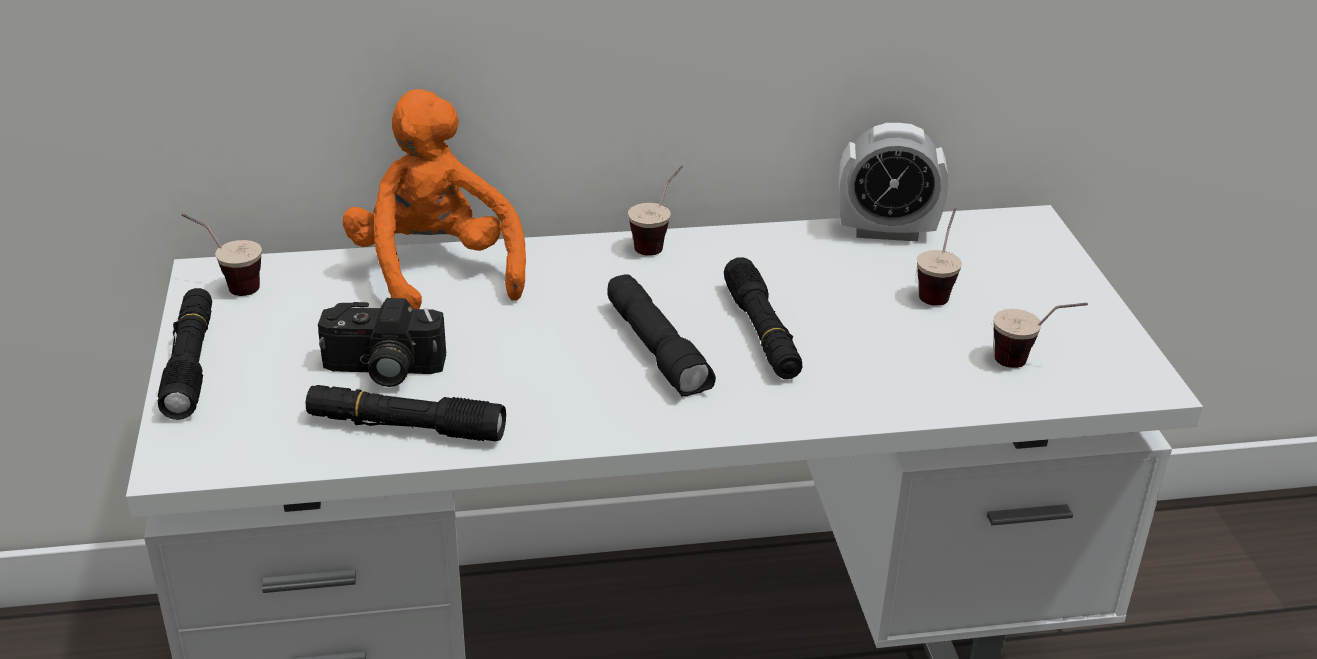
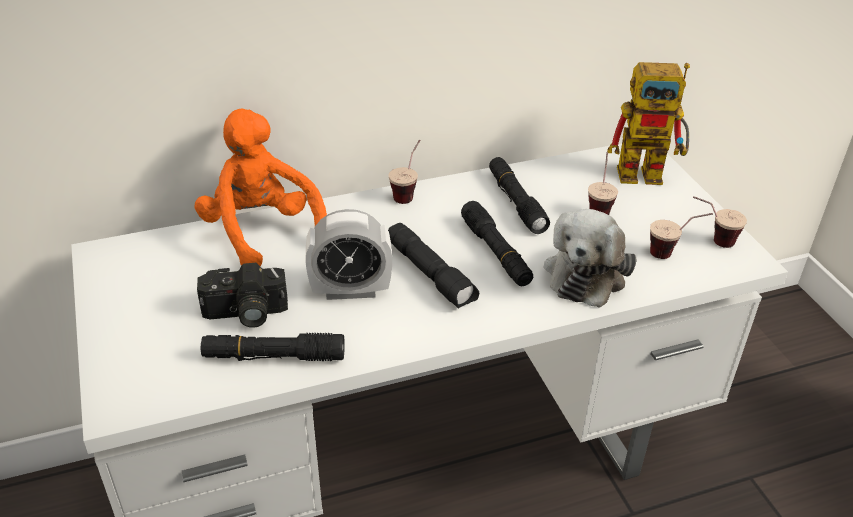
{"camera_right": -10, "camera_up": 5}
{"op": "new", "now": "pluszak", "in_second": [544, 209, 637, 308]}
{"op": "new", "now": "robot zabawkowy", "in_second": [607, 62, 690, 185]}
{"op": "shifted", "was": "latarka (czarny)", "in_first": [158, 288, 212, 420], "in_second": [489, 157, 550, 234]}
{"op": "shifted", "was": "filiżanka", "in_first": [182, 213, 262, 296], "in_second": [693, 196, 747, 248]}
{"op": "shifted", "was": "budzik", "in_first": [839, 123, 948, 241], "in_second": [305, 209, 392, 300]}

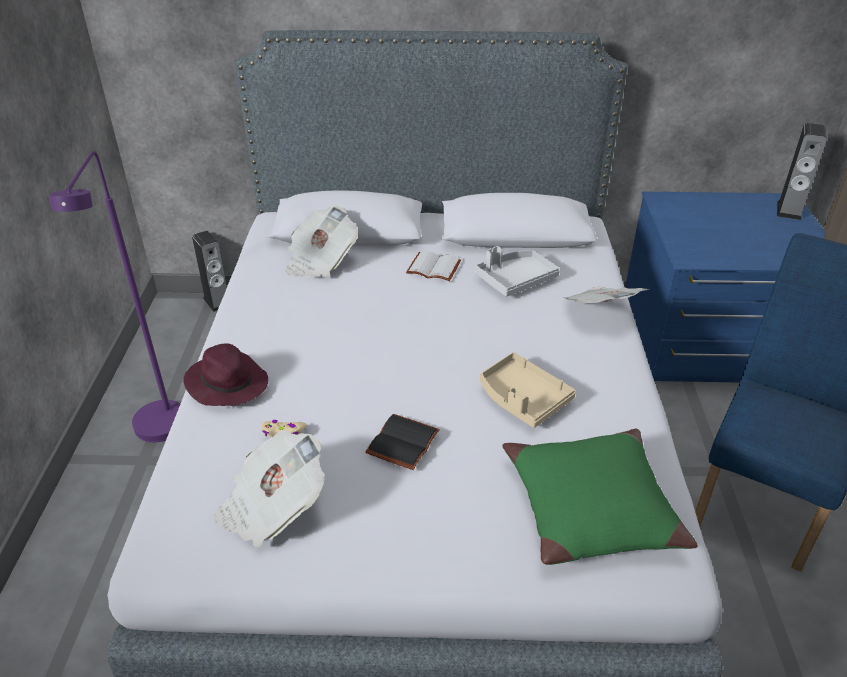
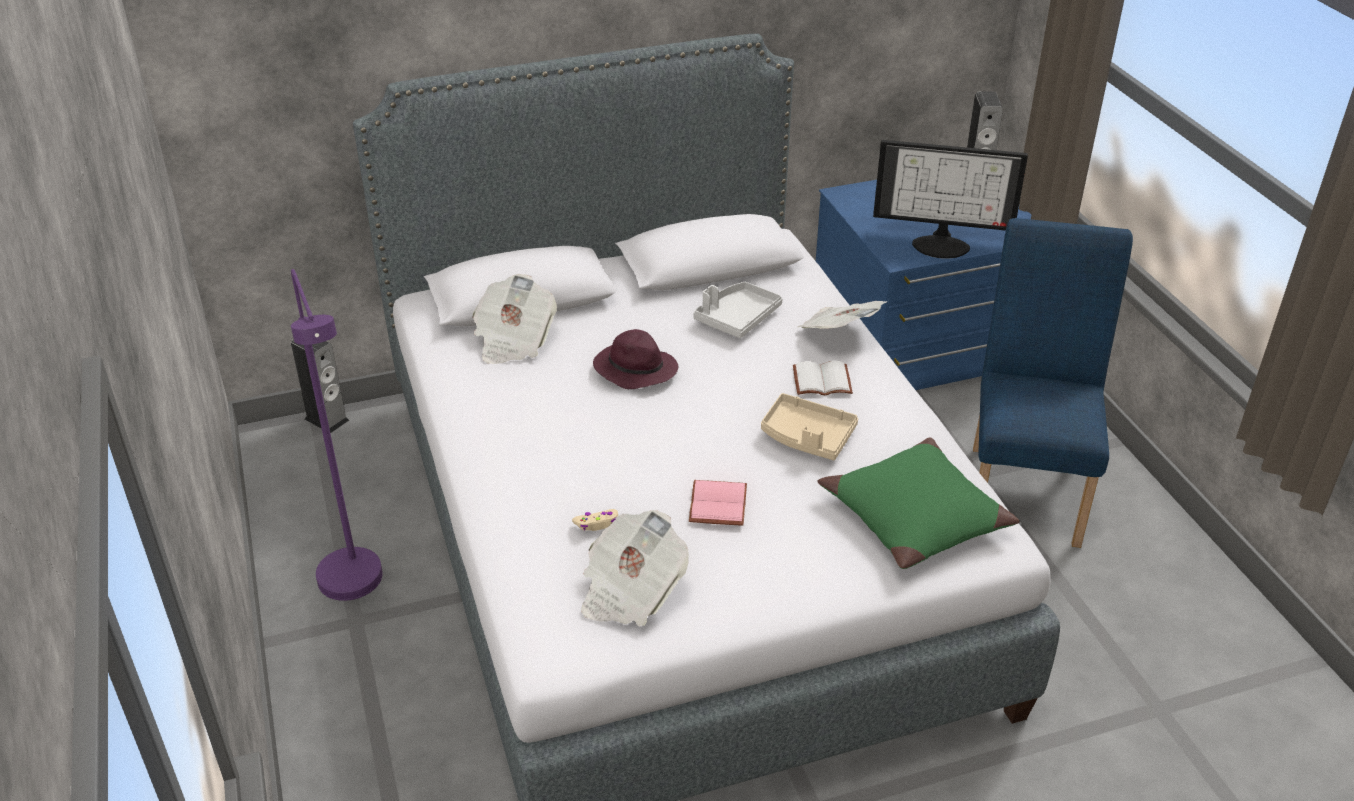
{"camera_right": -20, "camera_up": 0}
{"op": "new", "now": "monitor", "in_second": [873, 140, 1028, 259]}
{"op": "shifted", "was": "kapelusz (fioletowy)", "in_first": [183, 344, 268, 406], "in_second": [593, 329, 678, 389]}
{"op": "shifted", "was": "książka (biały)", "in_first": [406, 251, 461, 281], "in_second": [793, 361, 853, 395]}
{"op": "repainted", "was": "książka (czarny)", "now": "książka (różowy)", "in_first": [365, 414, 440, 470], "in_second": [689, 480, 747, 526]}

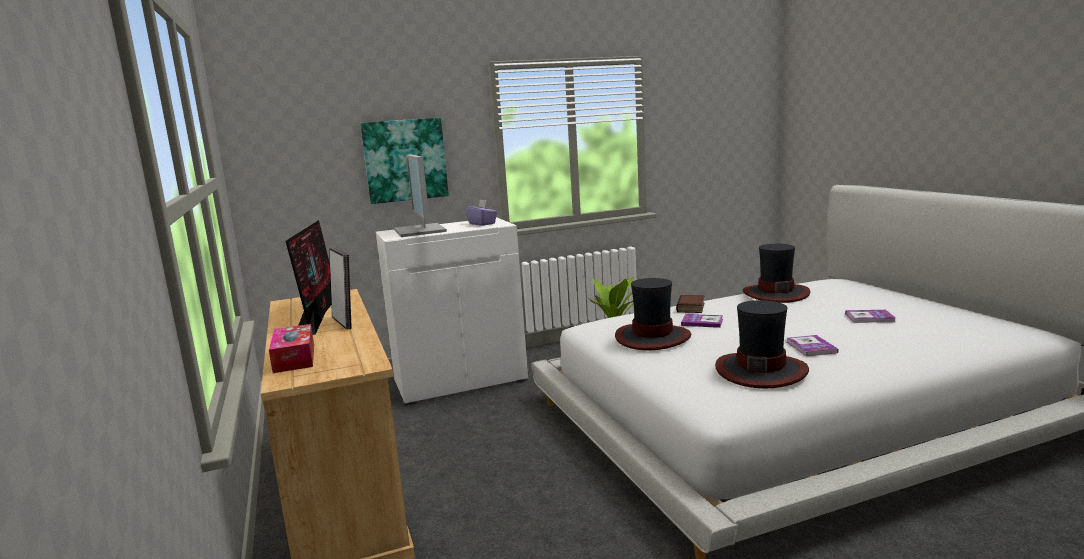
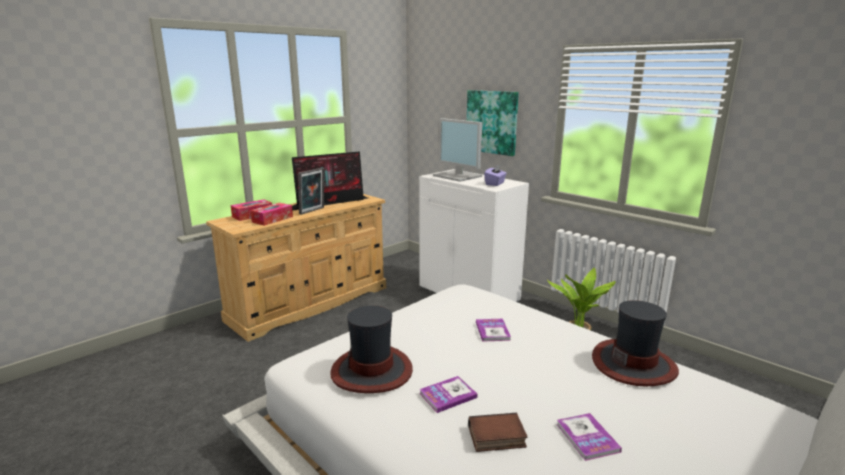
{"camera_right": 65, "camera_up": 5}
{"op": "gone", "was": "kapelusz", "in_first": [615, 278, 691, 350]}
{"op": "new", "now": "pudełko chusteczek", "in_second": [250, 203, 293, 226]}
{"op": "shifted", "was": "książka", "in_first": [676, 295, 704, 313], "in_second": [468, 413, 528, 452]}
{"op": "rotated", "was": "monitor", "in_first": [394, 155, 447, 237], "in_second": [433, 118, 482, 182], "clockwise": -90}

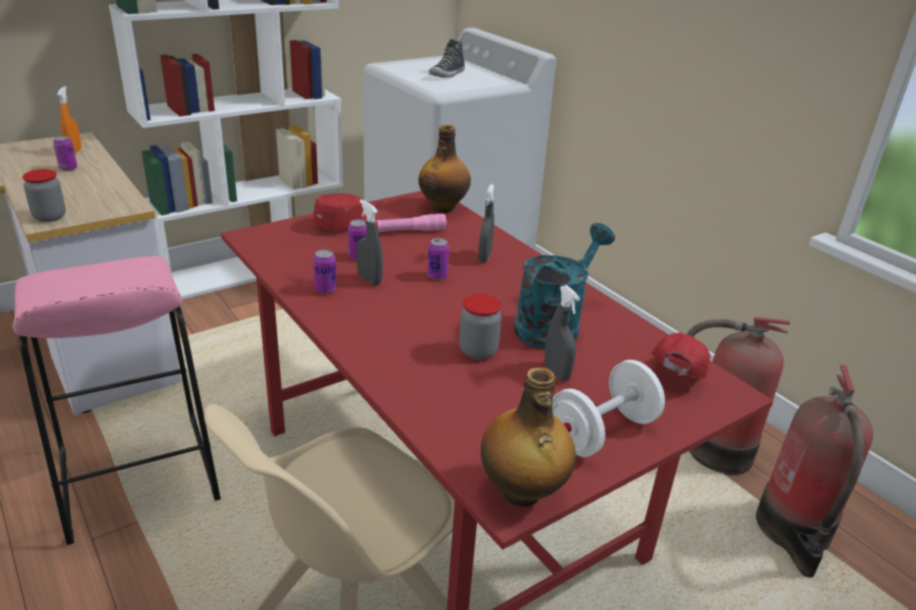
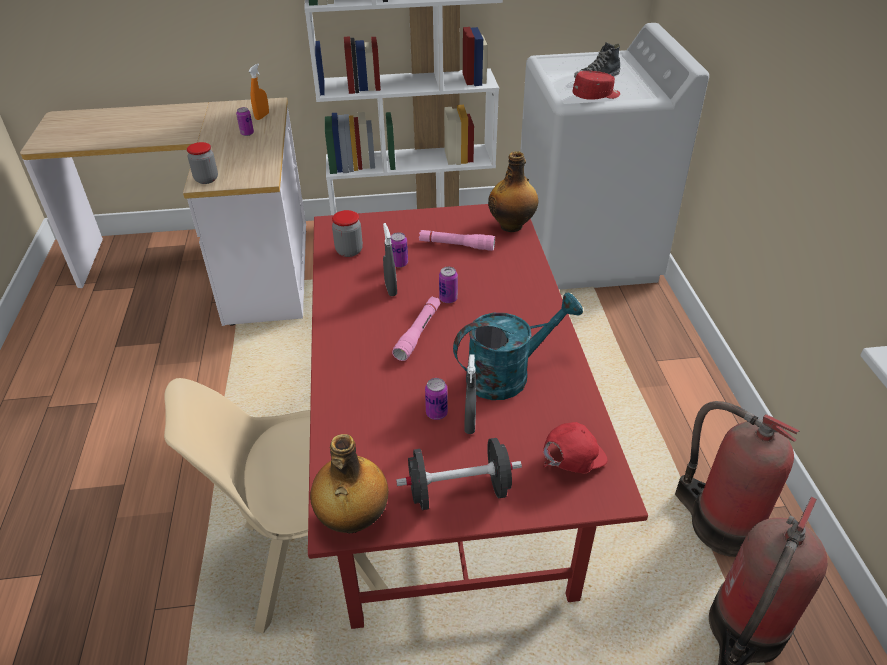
{"camera_right": 30, "camera_up": 10}
{"op": "gone", "was": "stołek (różowy)", "in_first": [13, 256, 221, 545]}
{"op": "gone", "was": "spryskiwacz (szary)", "in_first": [478, 184, 494, 263]}
{"op": "new", "now": "latarka (różowy)", "in_second": [392, 296, 440, 361]}
{"op": "shifted", "was": "czapka z daszkiem (czerwony)", "in_first": [313, 193, 367, 229], "in_second": [572, 71, 620, 100]}
{"op": "shifted", "was": "puszka", "in_first": [313, 249, 337, 294], "in_second": [425, 378, 448, 420]}
{"op": "shifted", "was": "słoik", "in_first": [459, 294, 502, 360], "in_second": [332, 210, 363, 257]}
{"op": "repainted", "was": "hantel (biały)", "now": "hantel (czarny)", "in_first": [552, 360, 665, 457], "in_second": [396, 438, 522, 510]}

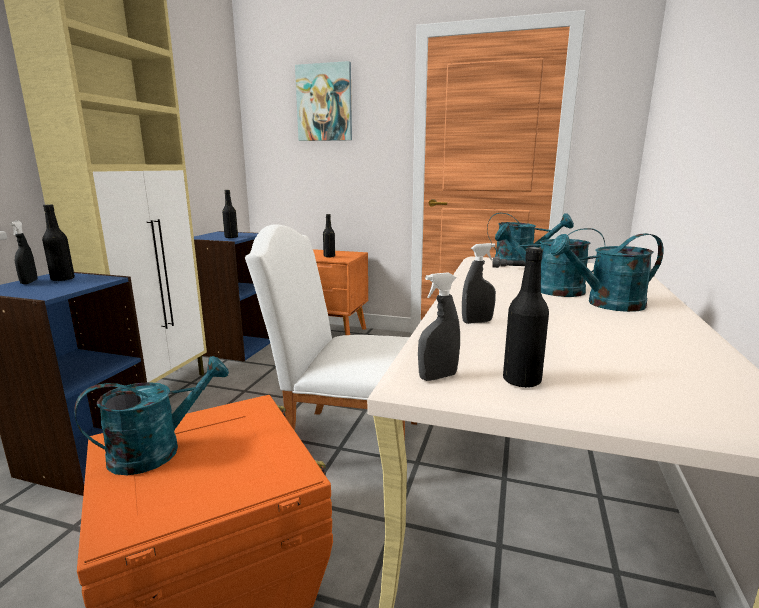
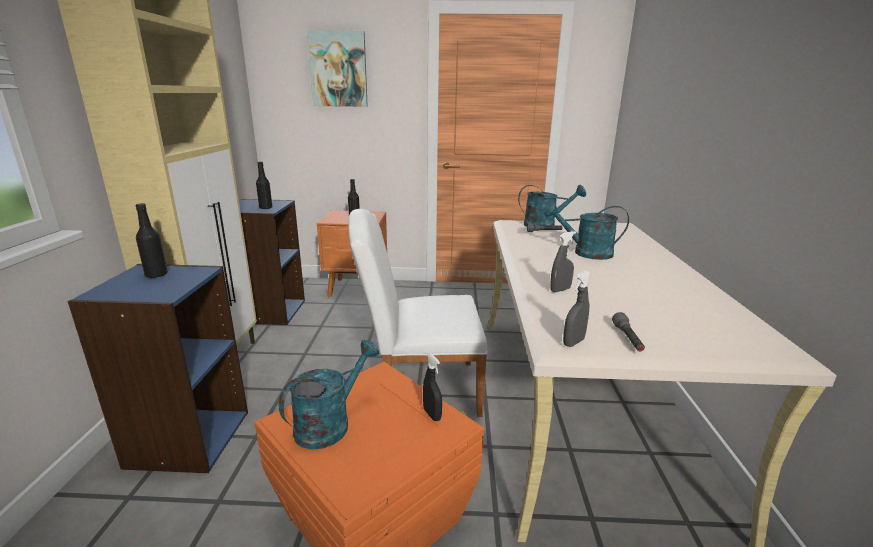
{"camera_right": -15, "camera_up": 5}
{"op": "gone", "was": "konewka (turkusowy)", "in_first": [549, 233, 664, 312]}
{"op": "shifted", "was": "spryskiwacz (czarny)", "in_first": [9, 221, 37, 284], "in_second": [423, 353, 442, 421]}
{"op": "swapped", "was": "butelka (czarny)", "now": "latarka (szary)", "in_first": [503, 247, 549, 388], "in_second": [612, 312, 645, 351]}

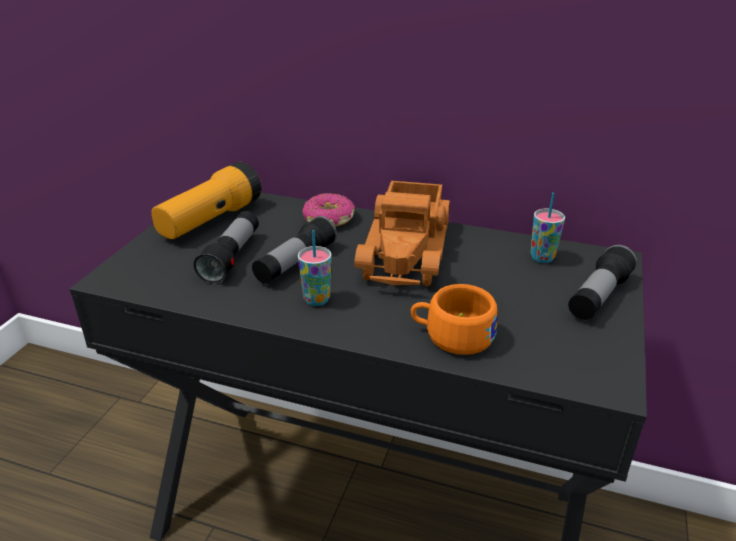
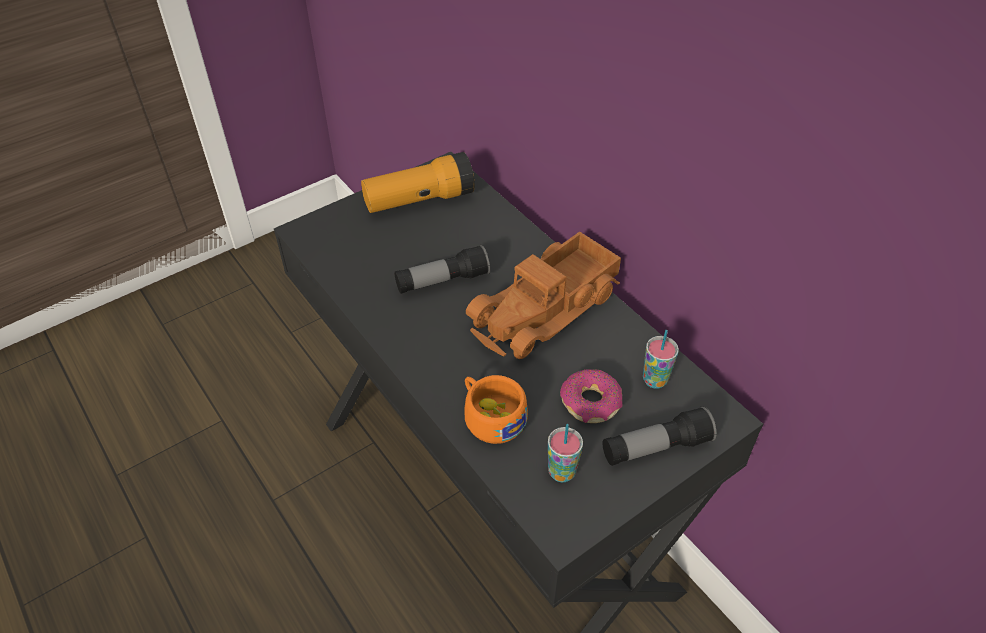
{"camera_right": 35, "camera_up": 15}
{"op": "gone", "was": "latarka", "in_first": [193, 211, 259, 284]}
{"op": "shifted", "was": "filiżanka", "in_first": [298, 230, 332, 306], "in_second": [548, 424, 583, 483]}
{"op": "shifted", "was": "donut", "in_first": [302, 193, 355, 227], "in_second": [560, 369, 622, 423]}

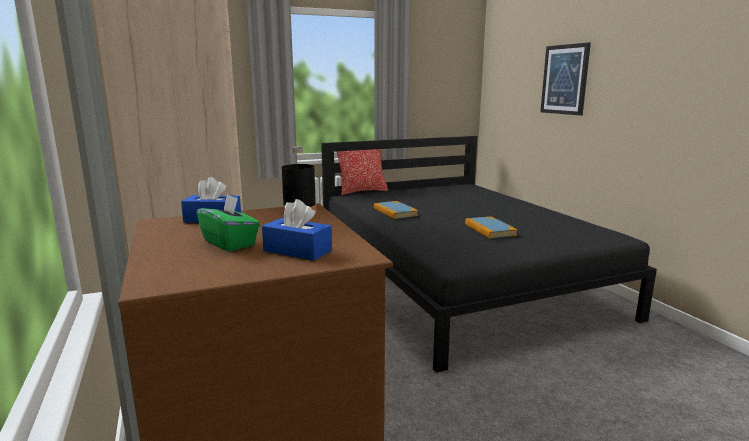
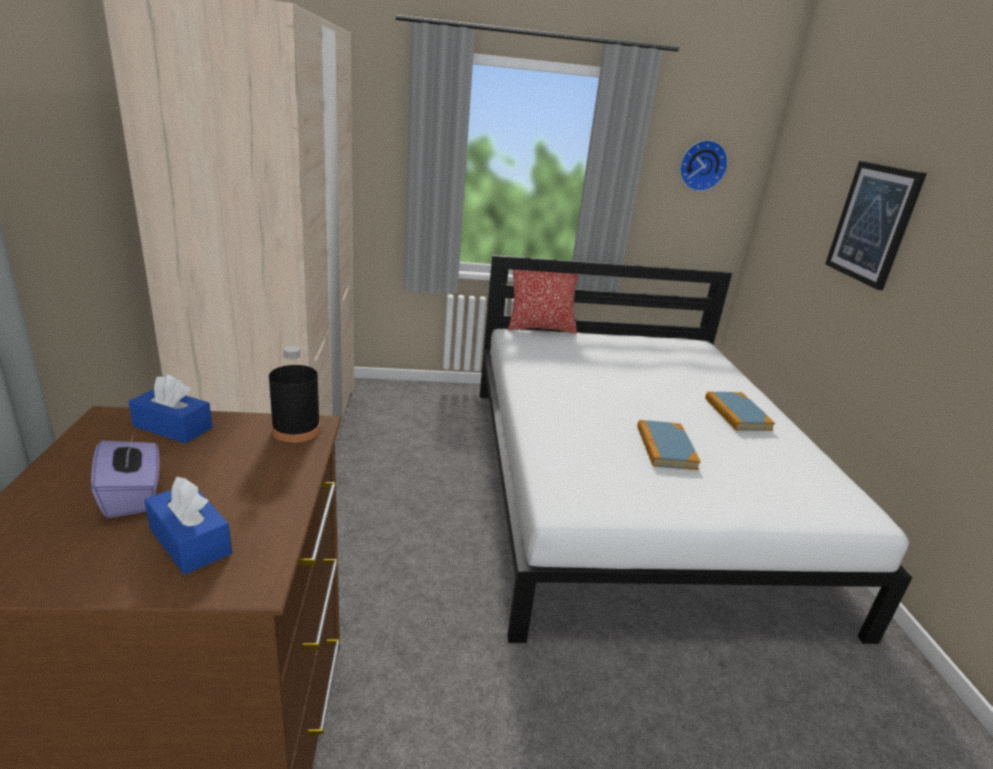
{"camera_right": 15, "camera_up": 10}
{"op": "new", "now": "zegar ścienny", "in_second": [680, 140, 728, 192]}
{"op": "shifted", "was": "książka", "in_first": [374, 201, 418, 219], "in_second": [705, 392, 775, 431]}
{"op": "repainted", "was": "pudełko chusteczek (zielony)", "now": "pudełko chusteczek (fioletowy)", "in_first": [197, 194, 260, 252], "in_second": [91, 431, 160, 518]}
{"op": "repainted", "was": "łóżko (czarny)", "now": "łóżko (biały)", "in_first": [321, 136, 657, 373], "in_second": [480, 255, 912, 644]}

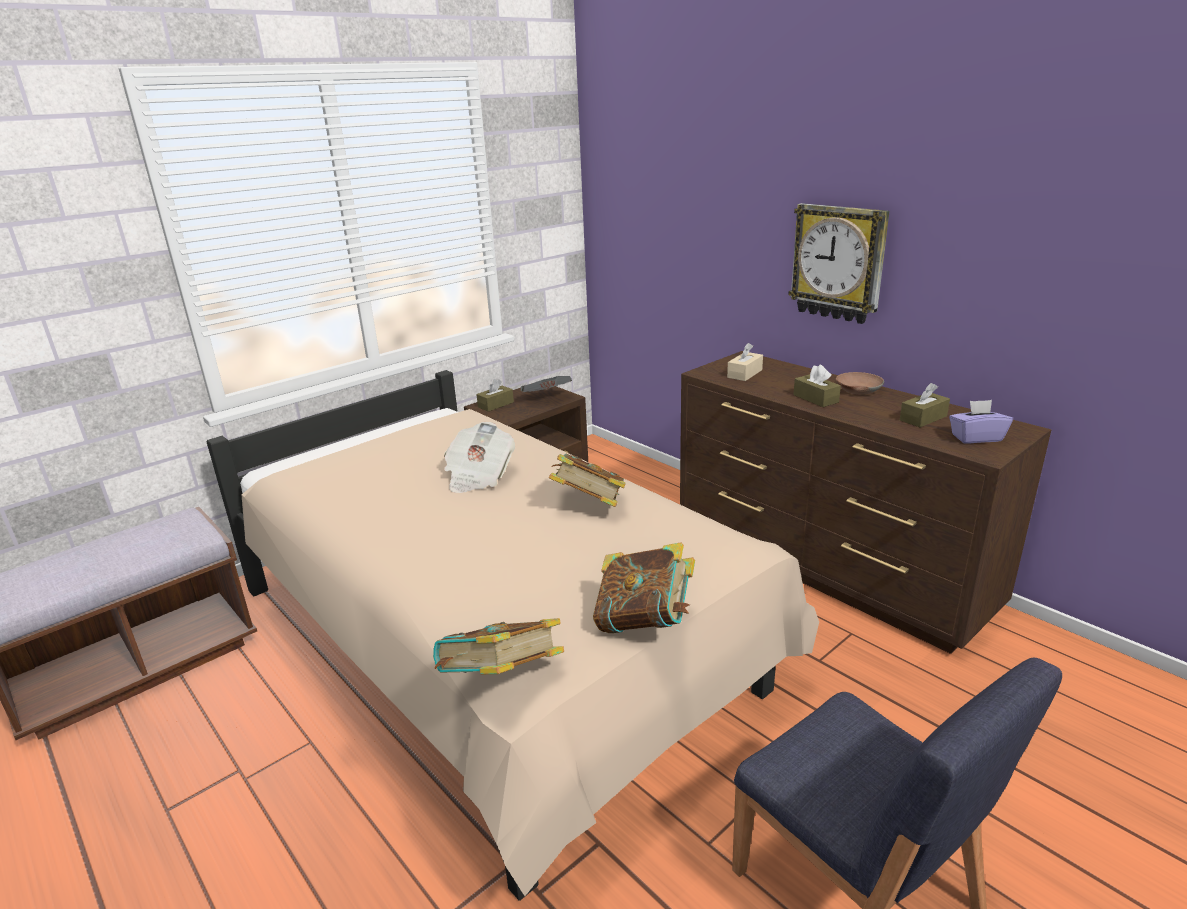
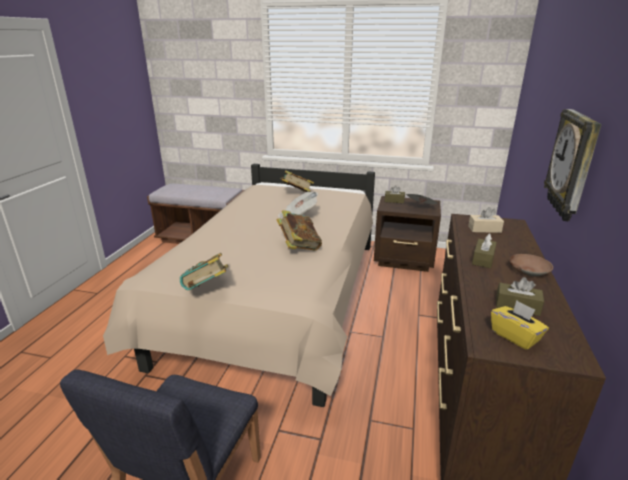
{"camera_right": 55, "camera_up": 0}
{"op": "shifted", "was": "książka", "in_first": [433, 618, 564, 674], "in_second": [280, 170, 314, 192]}
{"op": "repainted", "was": "pudełko chusteczek (fioletowy)", "now": "pudełko chusteczek (żółty)", "in_first": [949, 400, 1013, 443], "in_second": [491, 300, 549, 350]}

